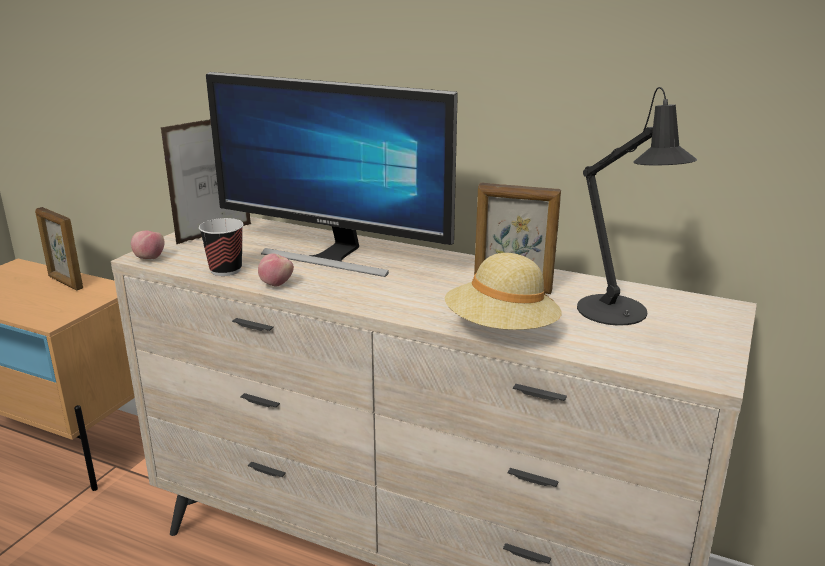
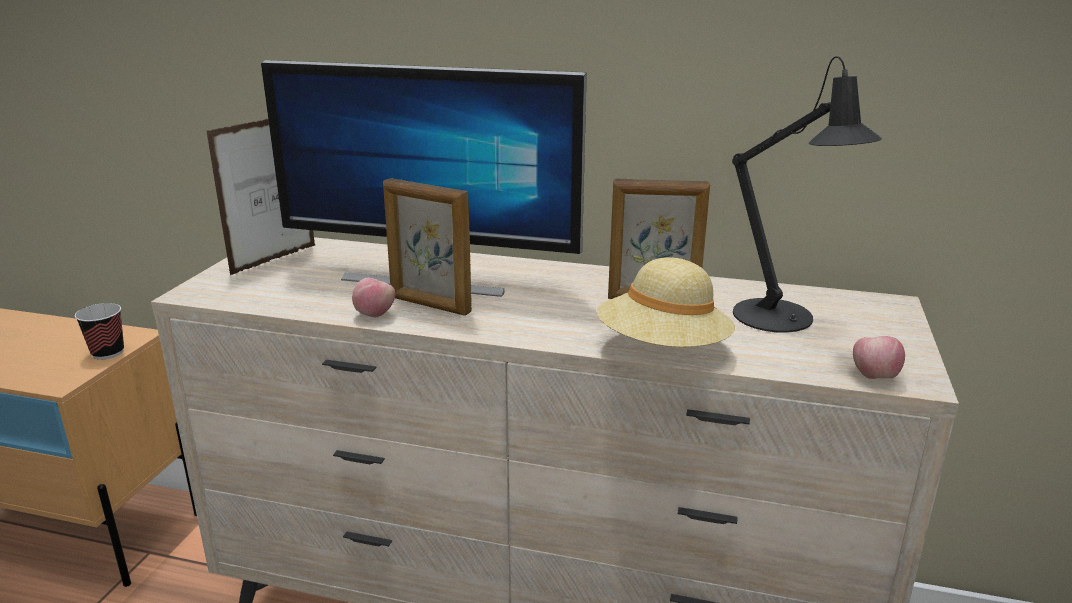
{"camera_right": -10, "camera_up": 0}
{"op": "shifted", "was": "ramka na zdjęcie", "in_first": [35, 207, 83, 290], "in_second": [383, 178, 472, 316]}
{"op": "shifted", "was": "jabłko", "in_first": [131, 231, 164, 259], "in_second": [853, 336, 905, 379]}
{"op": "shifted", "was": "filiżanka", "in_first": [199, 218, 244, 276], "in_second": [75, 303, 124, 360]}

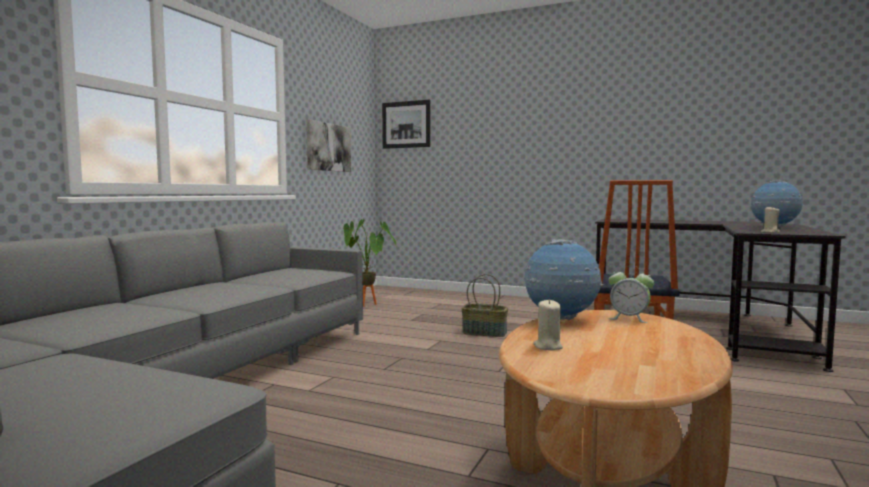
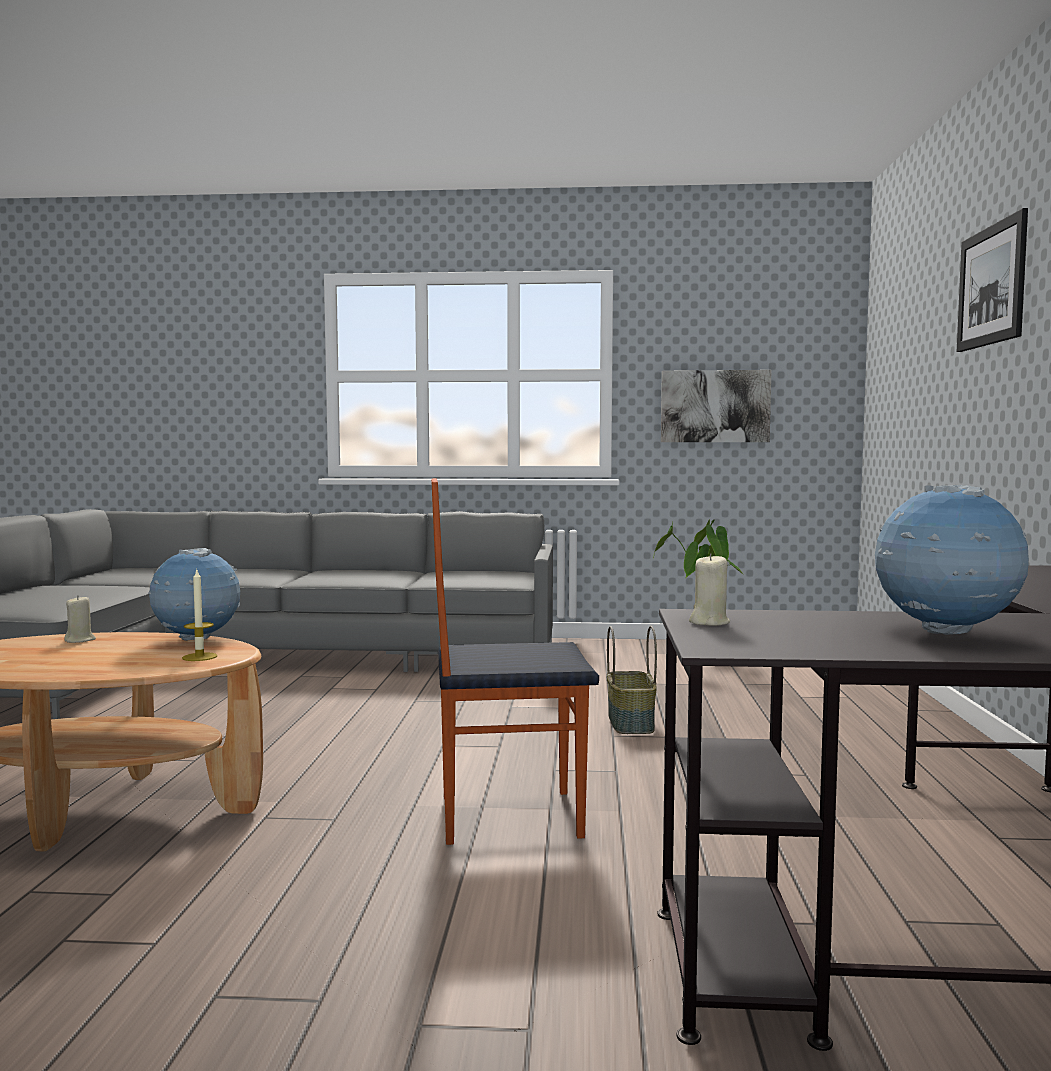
{"camera_right": 70, "camera_up": 0}
{"op": "shifted", "was": "obraz", "in_first": [382, 100, 430, 149], "in_second": [957, 208, 1028, 352]}
{"op": "swapped", "was": "budzik", "now": "świeca", "in_first": [608, 266, 654, 323], "in_second": [182, 570, 217, 661]}

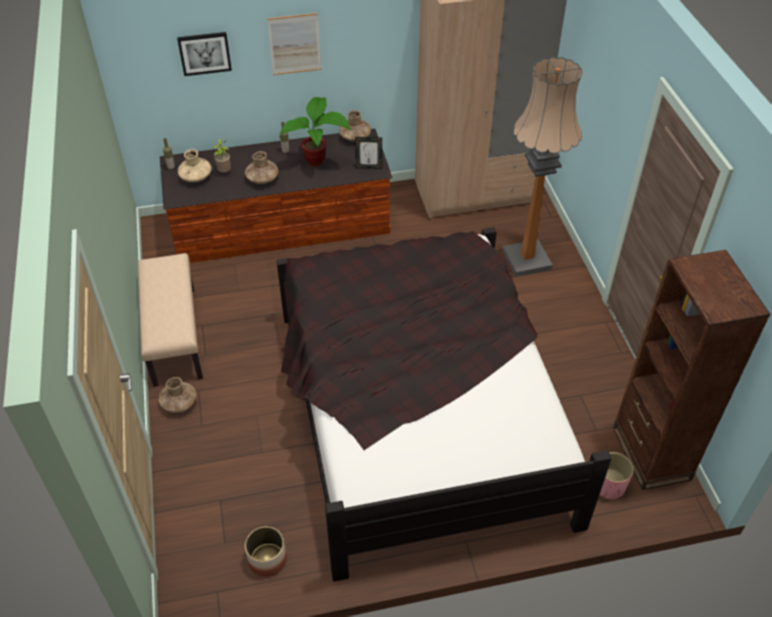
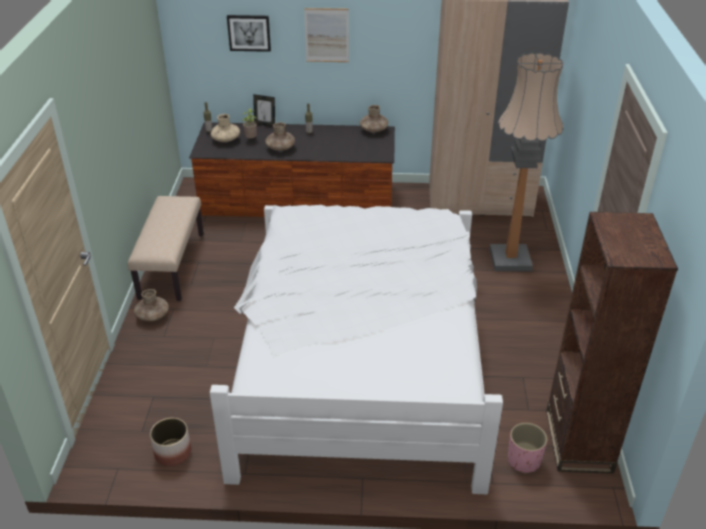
{"camera_right": 15, "camera_up": -10}
{"op": "gone", "was": "roślina doniczkowa", "in_first": [280, 97, 351, 167]}
{"op": "shifted", "was": "ramka na zdjęcie", "in_first": [355, 137, 382, 169], "in_second": [253, 94, 275, 127]}
{"op": "repainted", "was": "łóżko (czarny)", "now": "łóżko (biały)", "in_first": [276, 227, 611, 582], "in_second": [210, 205, 503, 494]}

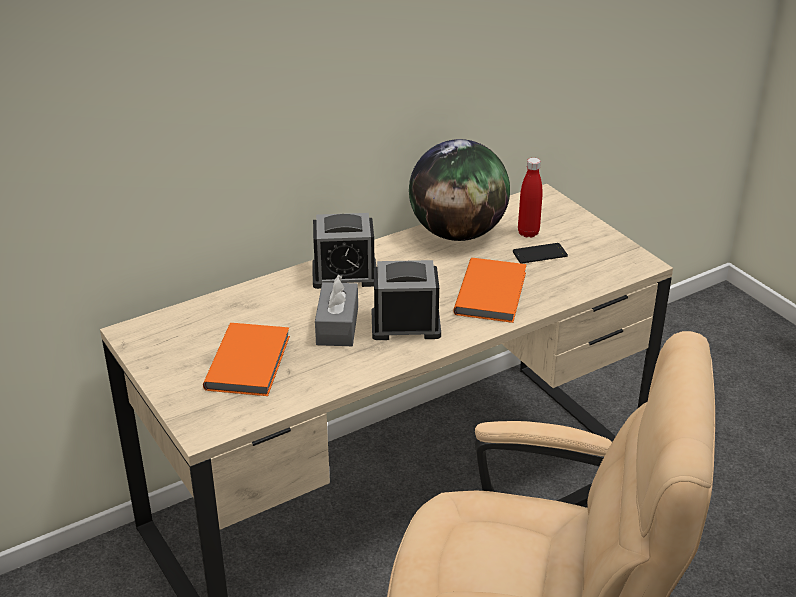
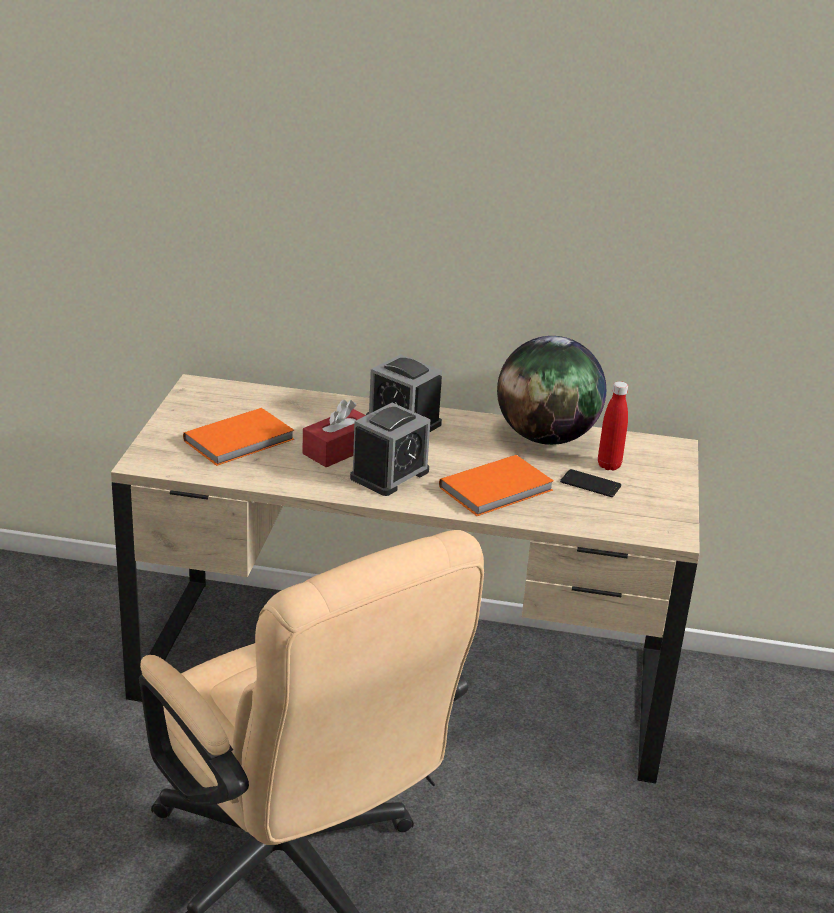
{"camera_right": 40, "camera_up": -5}
{"op": "repainted", "was": "pudełko chusteczek (szary)", "now": "pudełko chusteczek (czerwony)", "in_first": [315, 274, 358, 346], "in_second": [302, 400, 366, 467]}
{"op": "rotated", "was": "budzik", "in_first": [372, 260, 441, 340], "in_second": [350, 403, 431, 496], "clockwise": 90}

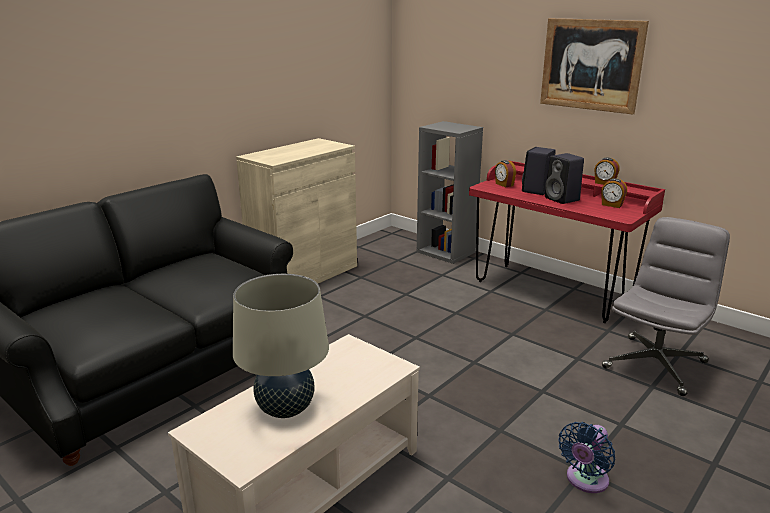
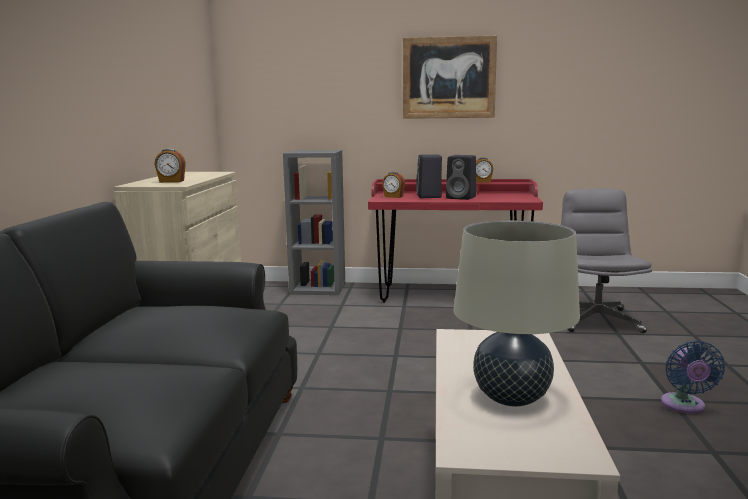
{"camera_right": -35, "camera_up": -10}
{"op": "shifted", "was": "budzik", "in_first": [601, 178, 627, 208], "in_second": [155, 149, 186, 183]}

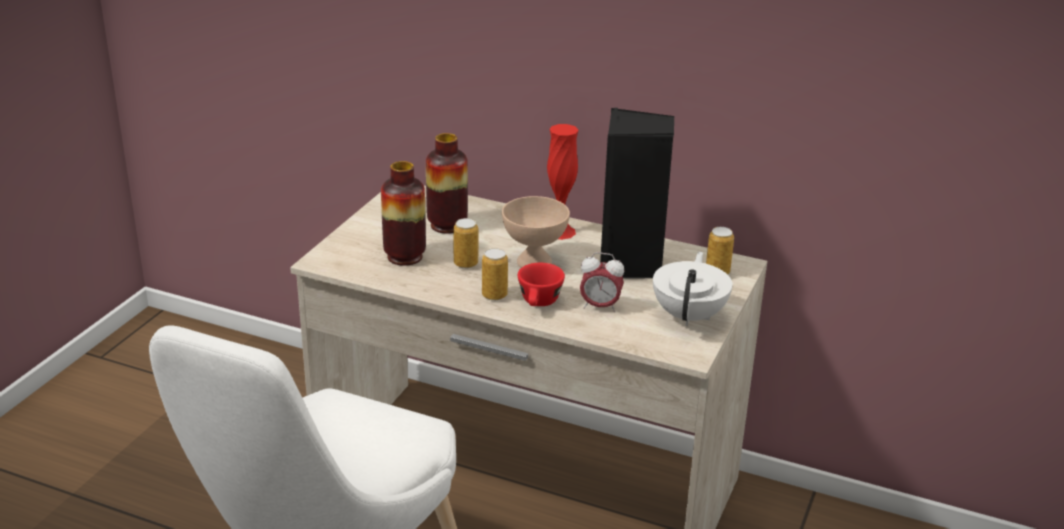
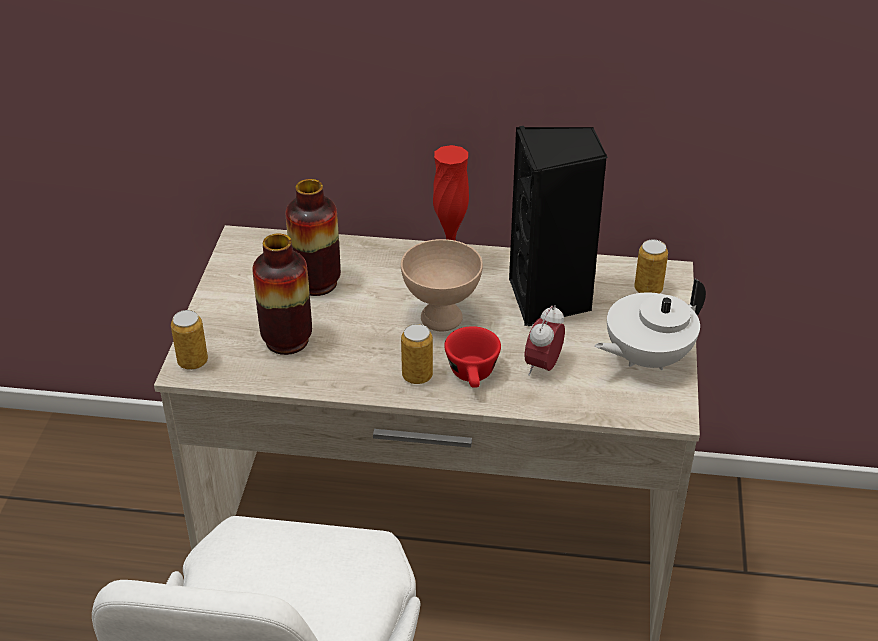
{"camera_right": -15, "camera_up": 10}
{"op": "shifted", "was": "puszka", "in_first": [453, 218, 478, 269], "in_second": [171, 310, 208, 370]}
{"op": "rotated", "was": "budzik", "in_first": [580, 252, 624, 312], "in_second": [524, 305, 565, 376], "clockwise": 120}
{"op": "rotated", "was": "imbryk (biały)", "in_first": [653, 252, 733, 326], "in_second": [595, 278, 706, 370], "clockwise": -120}

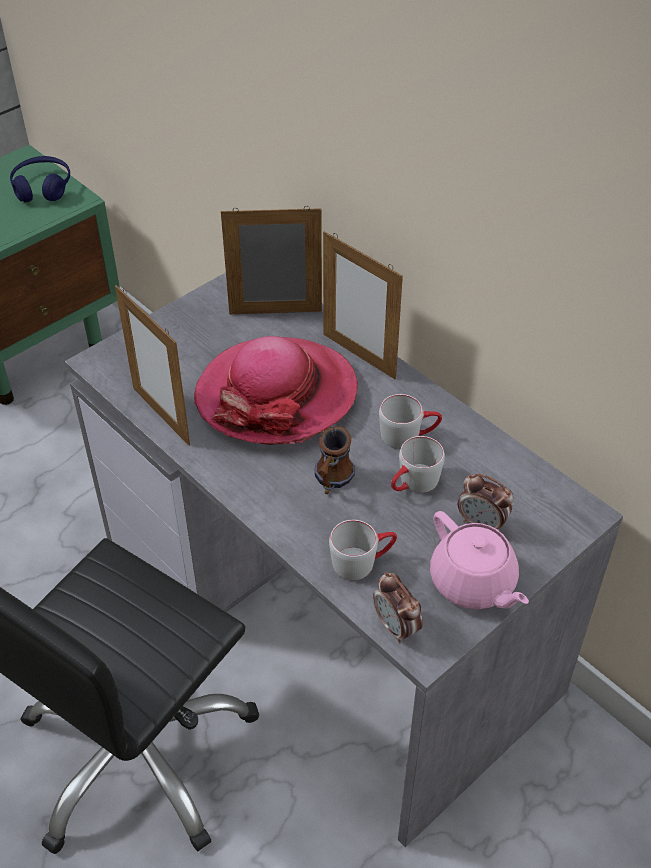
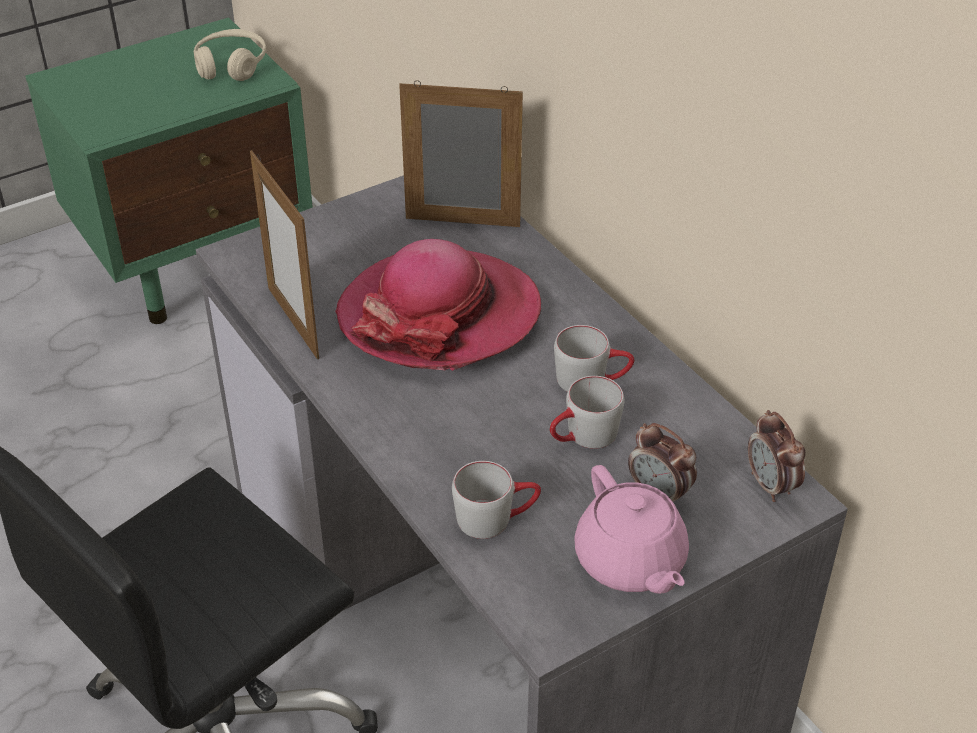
{"camera_right": 10, "camera_up": -5}
{"op": "gone", "was": "kubek", "in_first": [315, 426, 355, 494]}
{"op": "gone", "was": "ramka na zdjęcie", "in_first": [323, 231, 403, 379]}
{"op": "shifted", "was": "budzik", "in_first": [373, 572, 423, 643], "in_second": [748, 410, 805, 502]}
{"op": "repainted", "was": "słuchawki (niebieski)", "now": "słuchawki (beżowy)", "in_first": [10, 156, 70, 202], "in_second": [194, 29, 266, 81]}

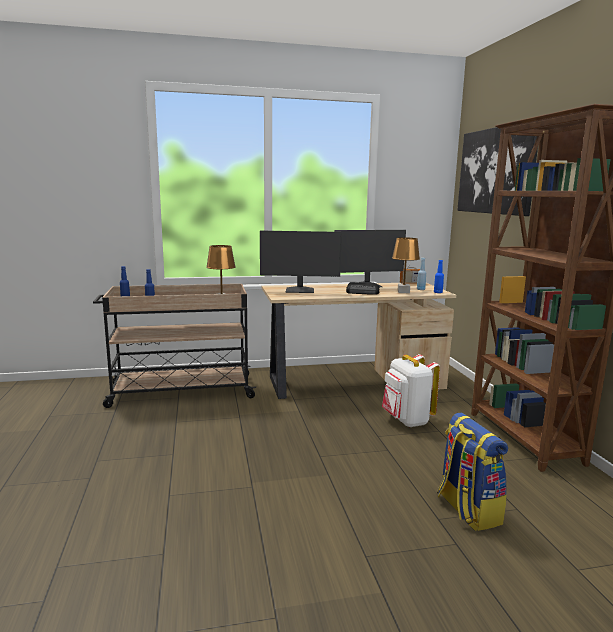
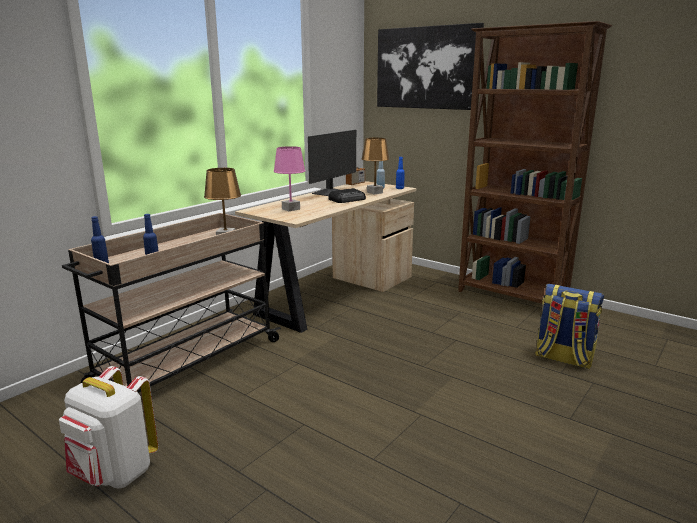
{"camera_right": -40, "camera_up": 5}
{"op": "shifted", "was": "plecak (biały)", "in_first": [382, 354, 440, 427], "in_second": [59, 366, 158, 488]}
{"op": "swapped", "was": "monitor", "now": "lampa stołowa (różowy)", "in_first": [260, 231, 342, 293], "in_second": [274, 146, 306, 211]}

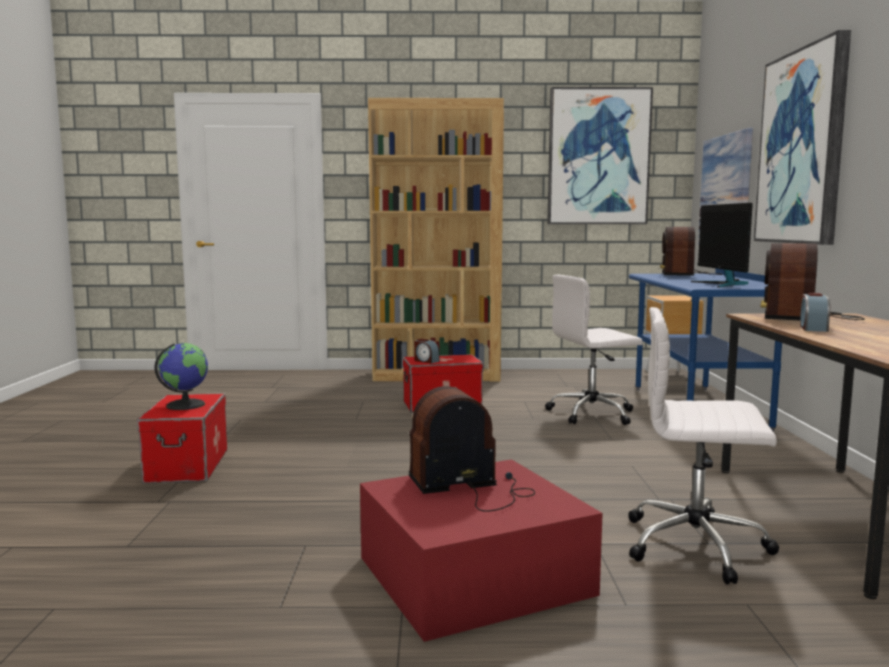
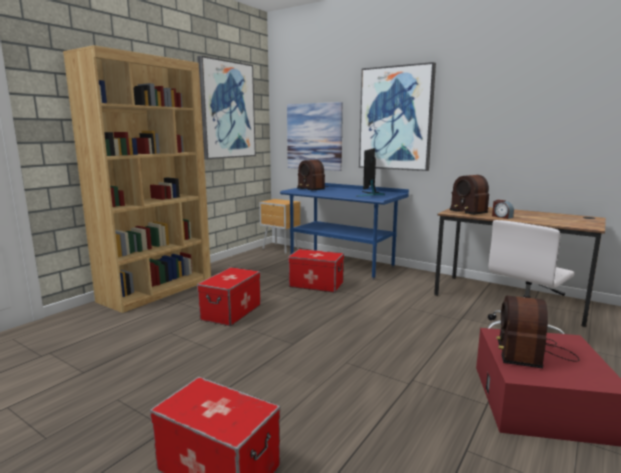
{"camera_right": -55, "camera_up": 5}
{"op": "gone", "was": "globus", "in_first": [154, 343, 208, 410]}
{"op": "gone", "was": "budzik", "in_first": [414, 339, 439, 364]}
{"op": "swapped", "was": "krzesło biurowe (biały)", "now": "pojemnik do przechowywania", "in_first": [545, 275, 643, 425], "in_second": [288, 249, 344, 293]}
{"op": "rotated", "was": "monitor", "in_first": [691, 203, 753, 287], "in_second": [356, 148, 385, 197], "clockwise": 75}

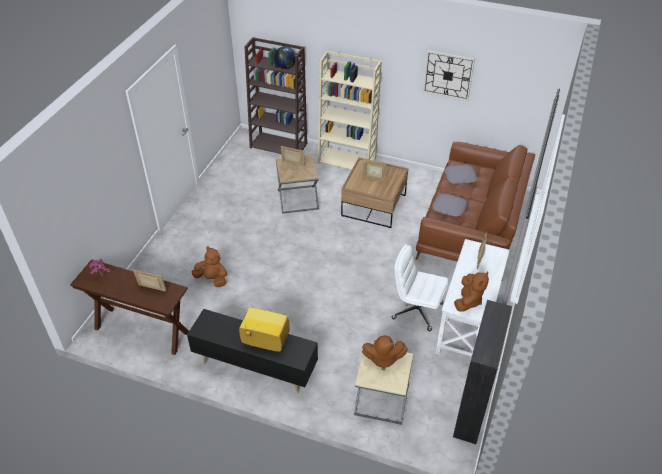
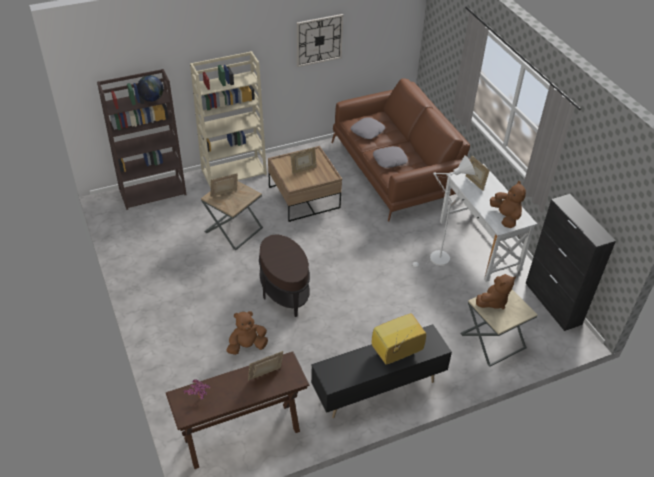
{"camera_right": -45, "camera_up": 0}
{"op": "new", "now": "stolik (brązowy)", "in_second": [259, 234, 310, 317]}
{"op": "swapped", "was": "krzesło biurowe (biały)", "now": "lampa stojąca (biały)", "in_first": [392, 244, 448, 331], "in_second": [412, 155, 475, 269]}

